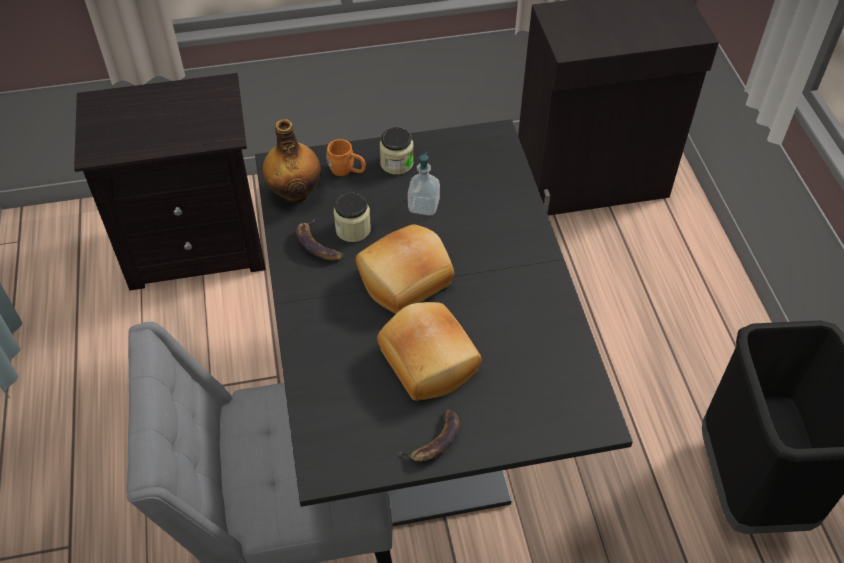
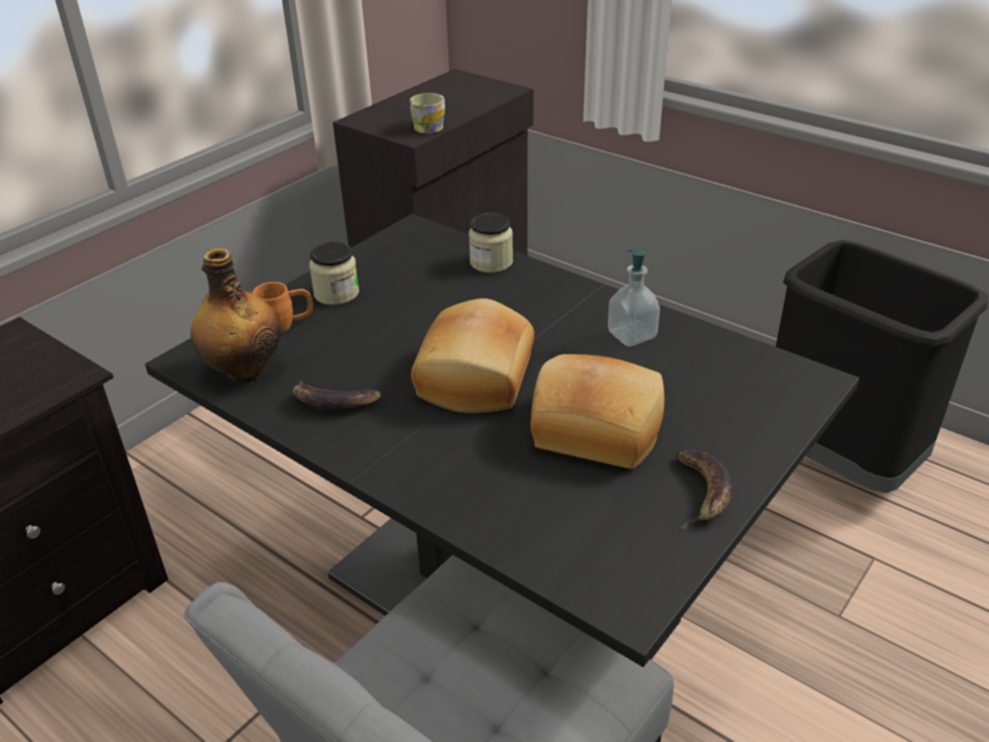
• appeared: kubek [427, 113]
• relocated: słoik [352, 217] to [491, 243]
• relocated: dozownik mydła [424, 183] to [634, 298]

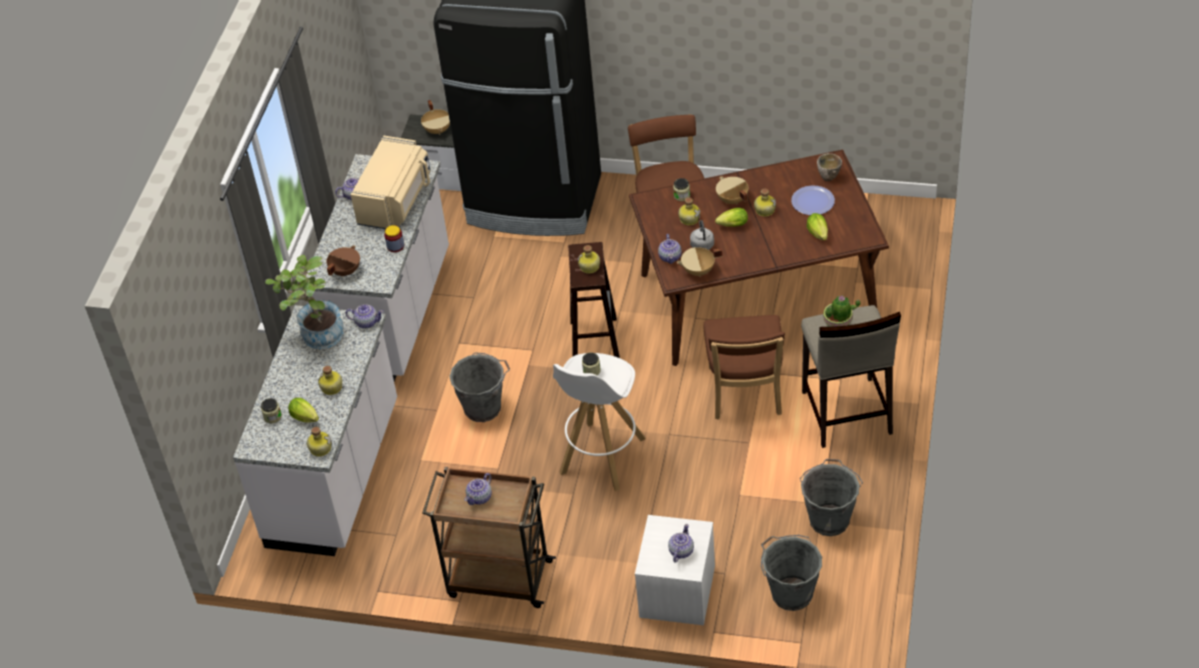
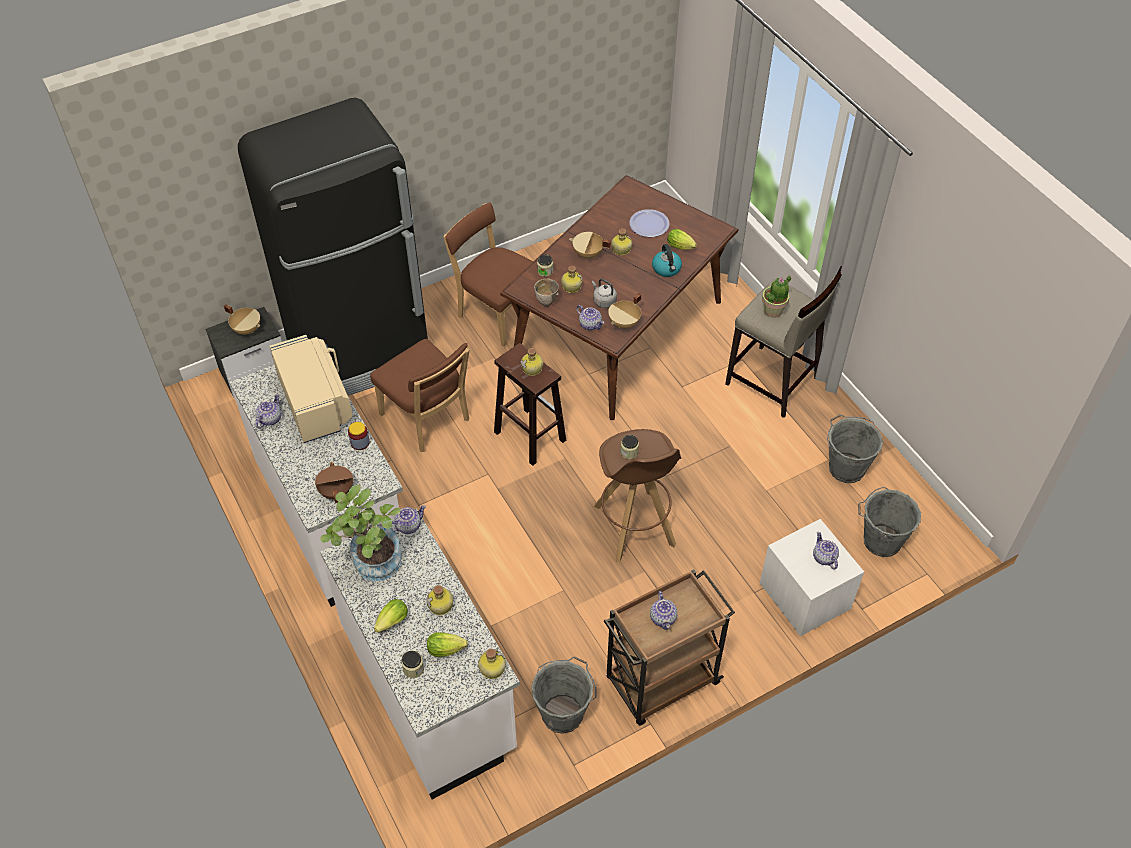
• relocated: krzesło/brązowy [744, 367] to [420, 395]
• relocated: sałata [731, 217] to [391, 616]
• relocated: wiadro/szary [479, 387] to [563, 695]
• relocated: miska [829, 167] to [546, 293]
• colour: stołek/biały [599, 422] to stołek/brązowy [637, 496]
• appeared: czajnik [667, 260]

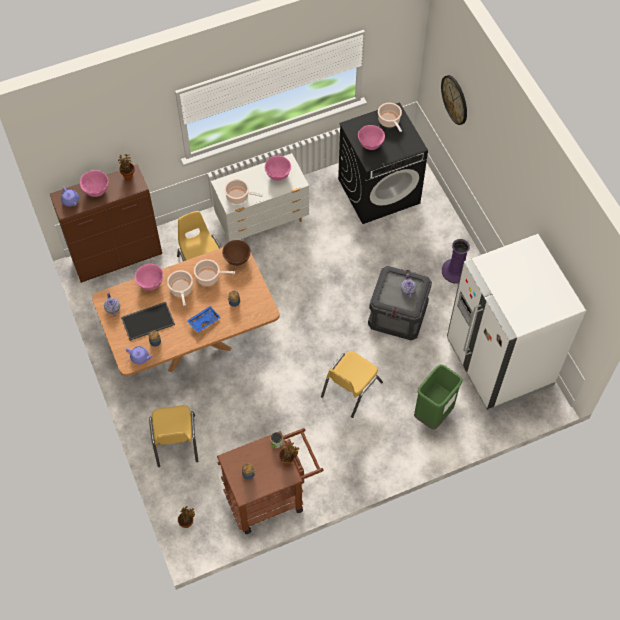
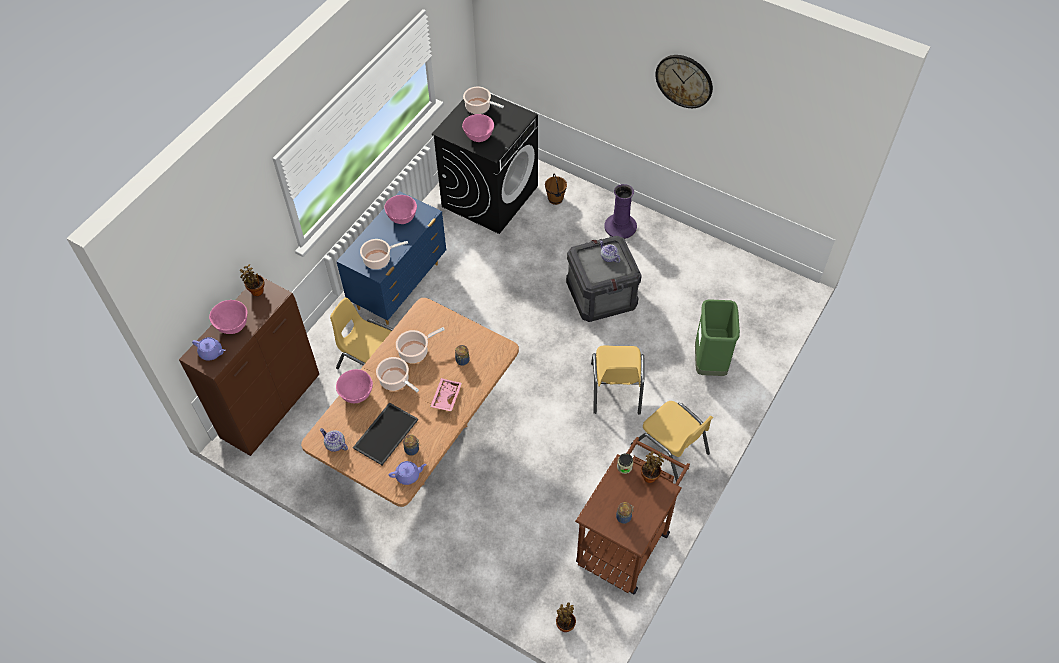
• colour: komoda/biały [260, 197] to komoda/niebieski [391, 258]
• colour: taca/niebieski [204, 319] to taca/różowy [446, 395]
• appeared: wiadro/brązowy [556, 189]
• relocated: krzesło/żółty [173, 436] to [672, 441]
• relocated: zegar ścienny [454, 100] to [684, 81]
• missing: miska/brązowy [236, 253]
• missing: lodówka/biały [516, 322]

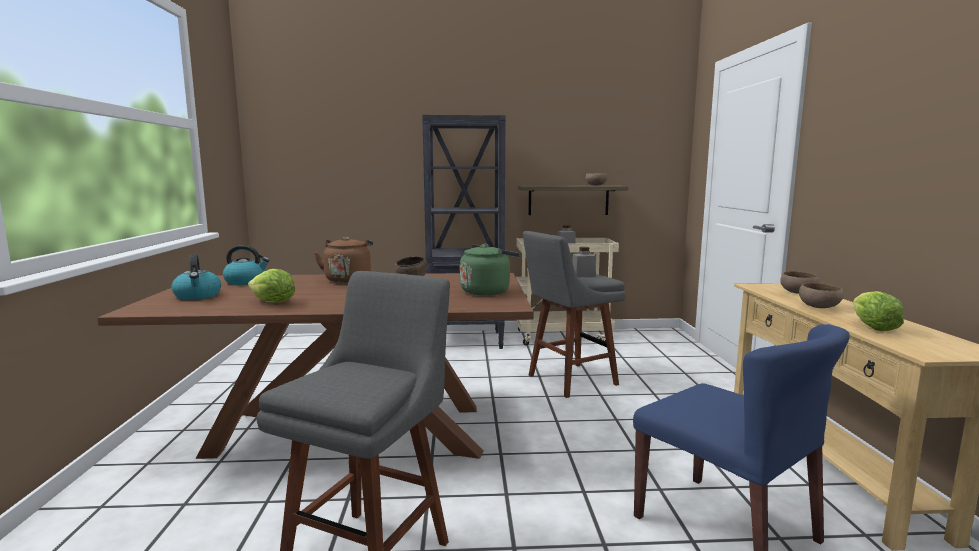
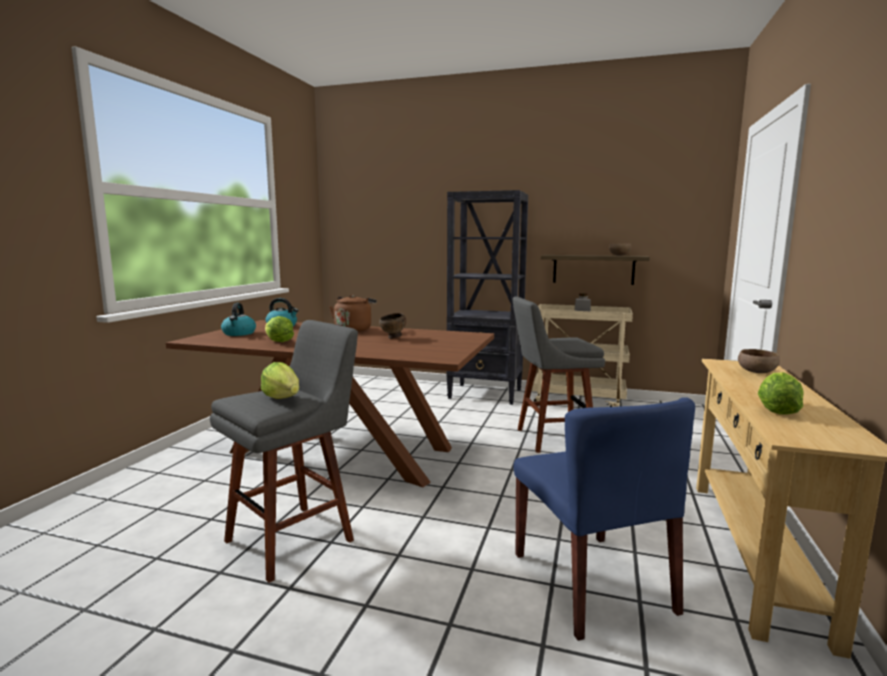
• appeared: sałata [280, 380]
• missing: czajnik/zielony [490, 269]
• missing: słoik/szary [584, 262]
• missing: miska/brązowy [821, 295]

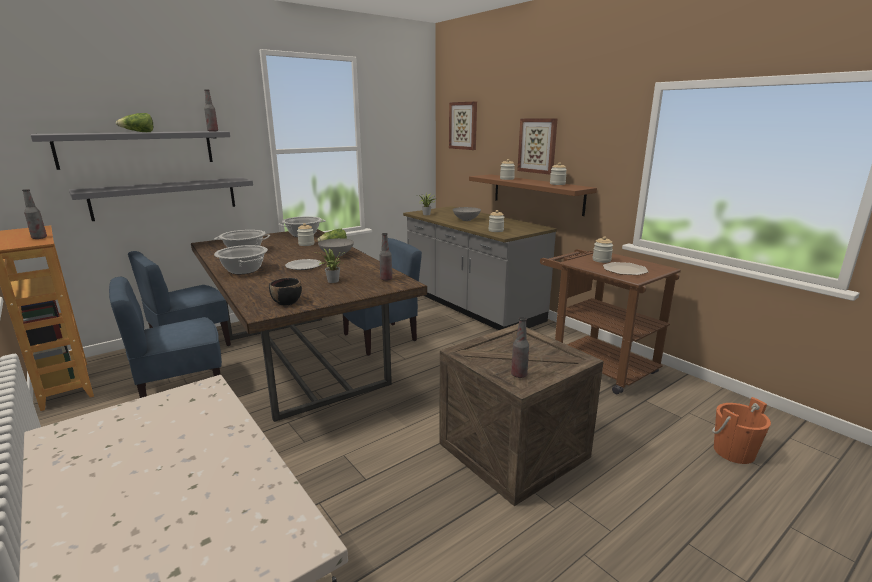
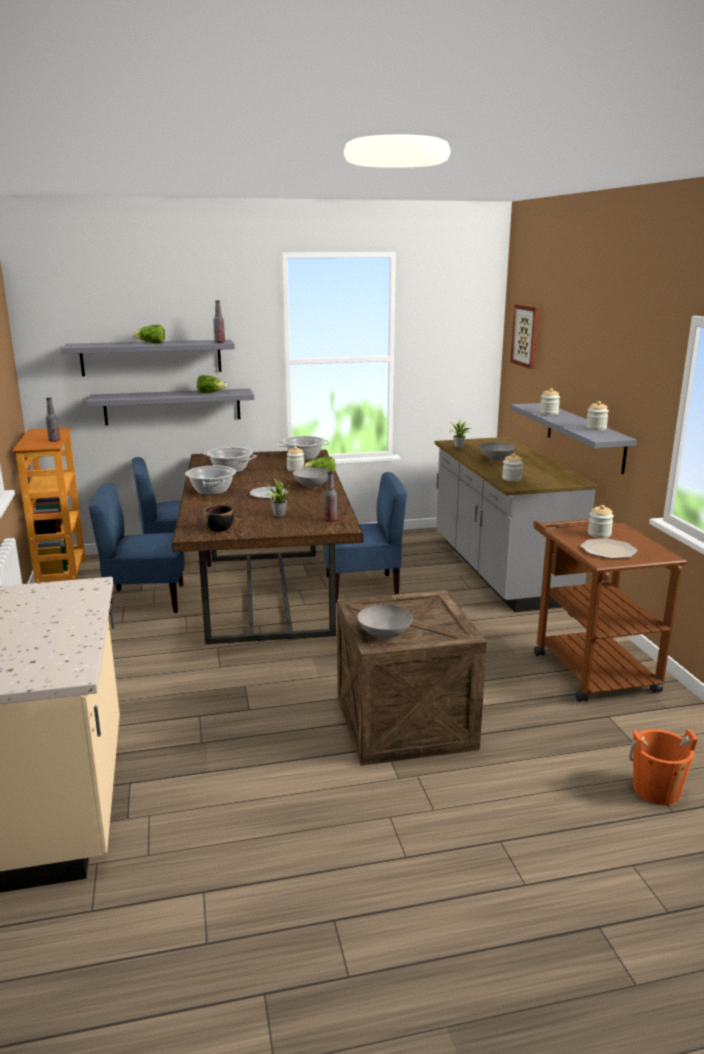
• appeared: sałata [212, 384]
• exchanged: butelka [520, 347] to miska/szary [385, 622]
• colour: półka/brązowy [533, 195] to półka/szary [574, 438]
• missing: obraz [537, 146]

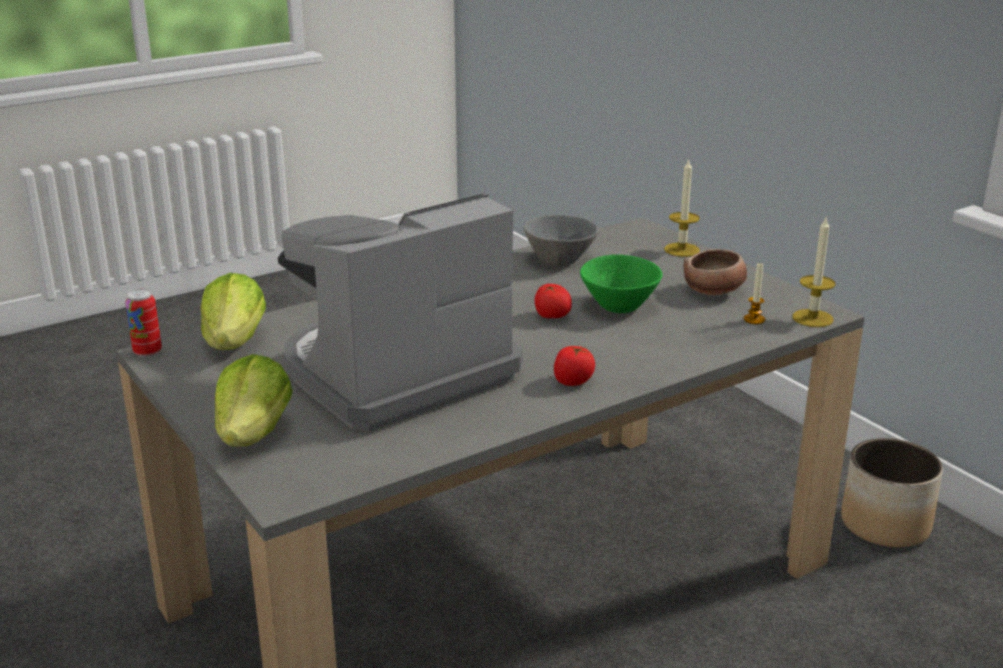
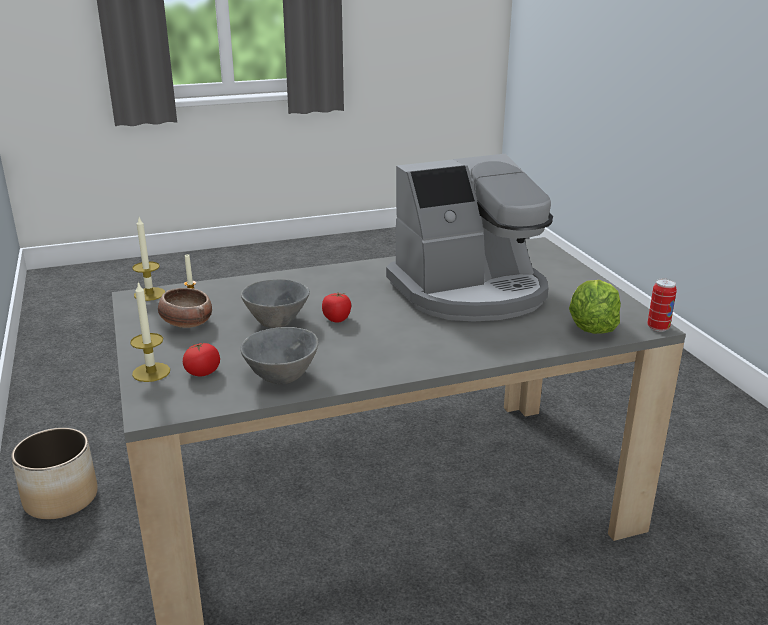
• relocated: pomidor [574, 366] to [201, 359]
• colour: miska/zielony [621, 284] to miska/szary [275, 303]
• missing: sałata [254, 400]

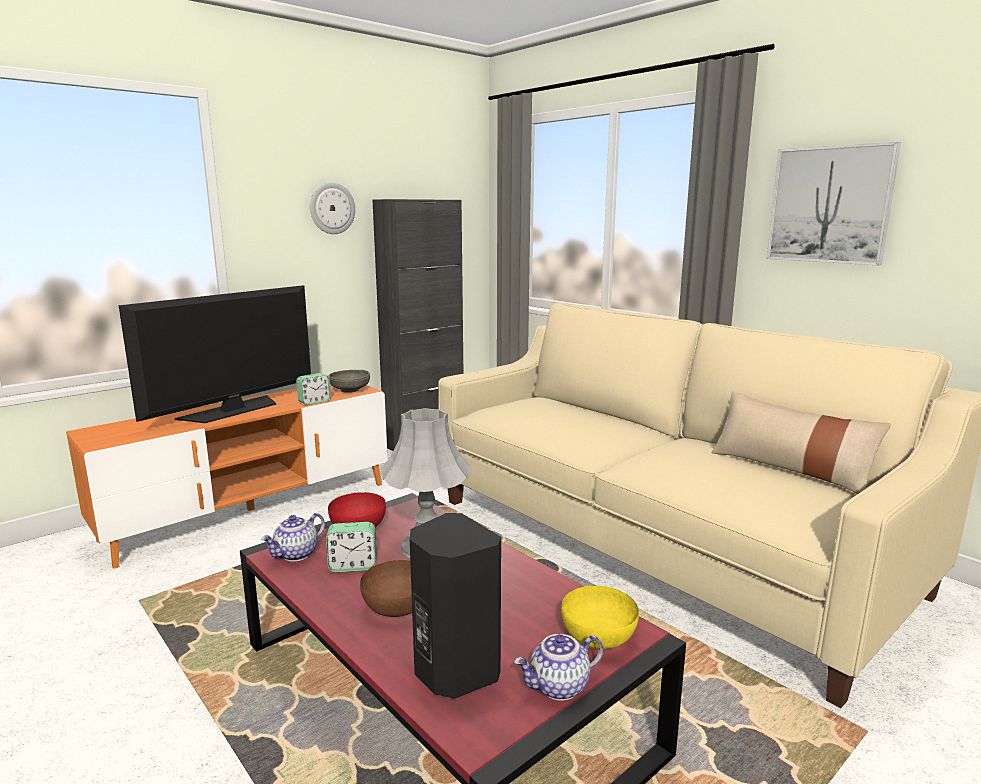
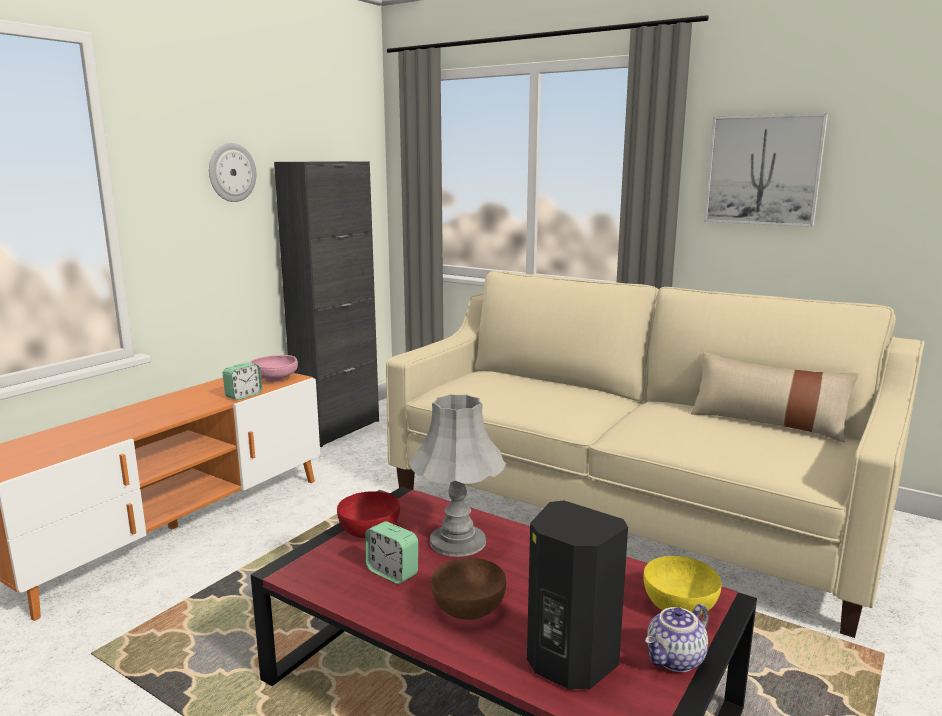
• colour: miska/szary [349, 381] to miska/różowy [274, 368]
• spun: budzik [351, 547] = [391, 552] 60 degrees clockwise
• missing: telewizor [215, 354]
• missing: imbryk [293, 537]

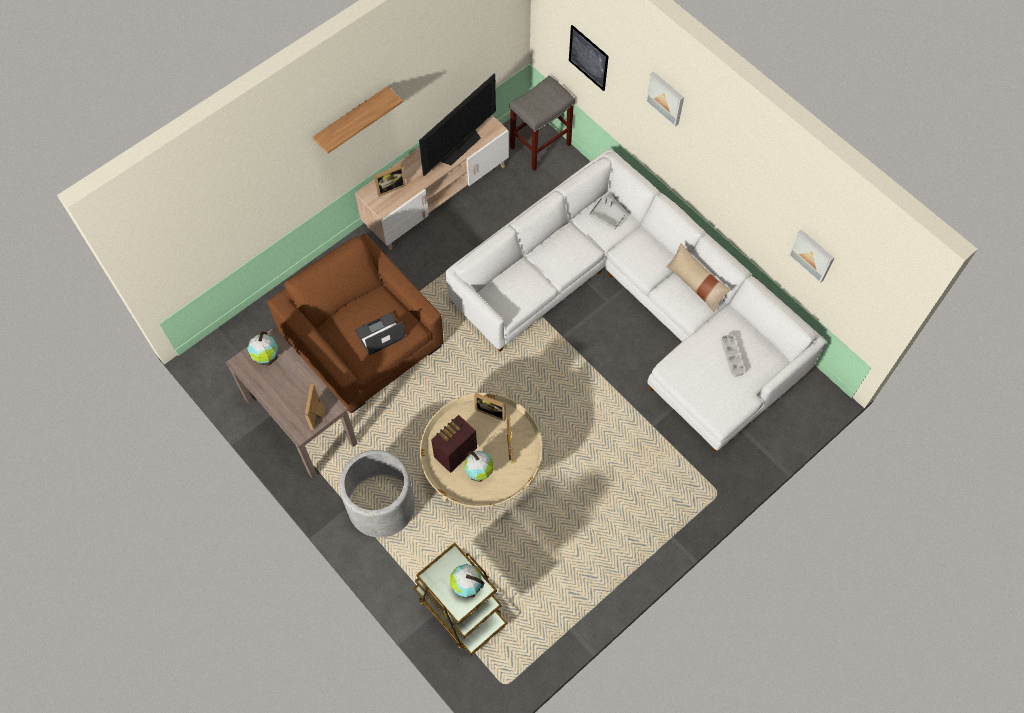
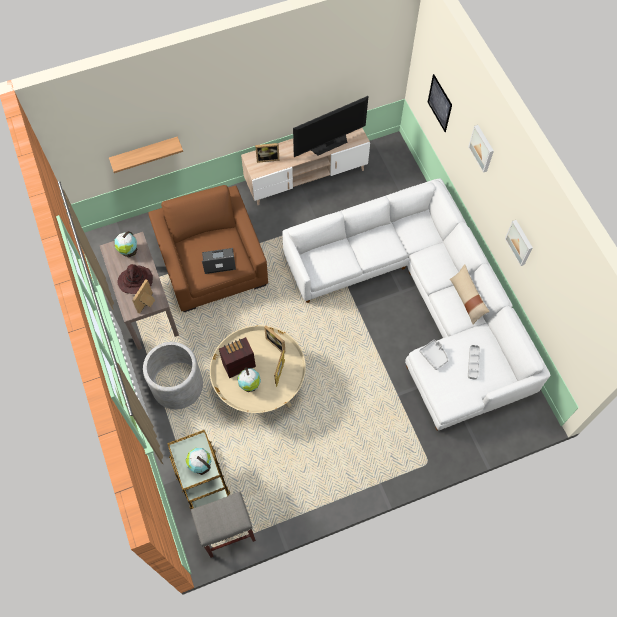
• relocated: półka [358, 120] to [146, 154]
• appeared: kapelusz/brązowy [135, 279]
• relocated: stołek/szary [542, 123] to [223, 525]
• relocated: taca/szary [607, 213] to [433, 354]
• relocated: obraz [811, 256] to [519, 243]

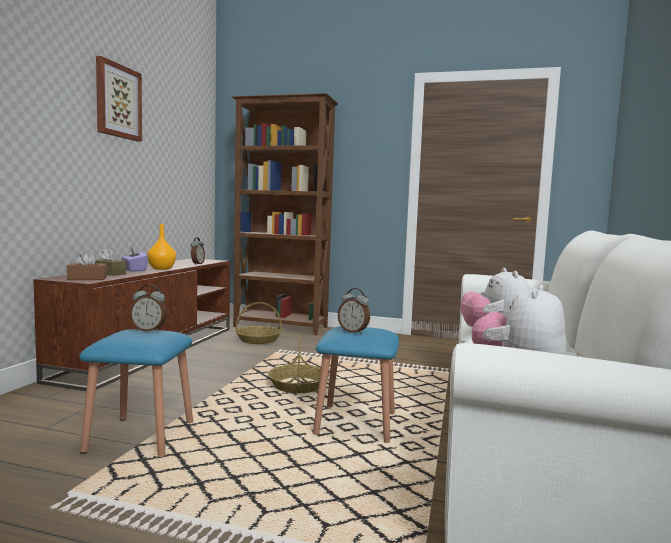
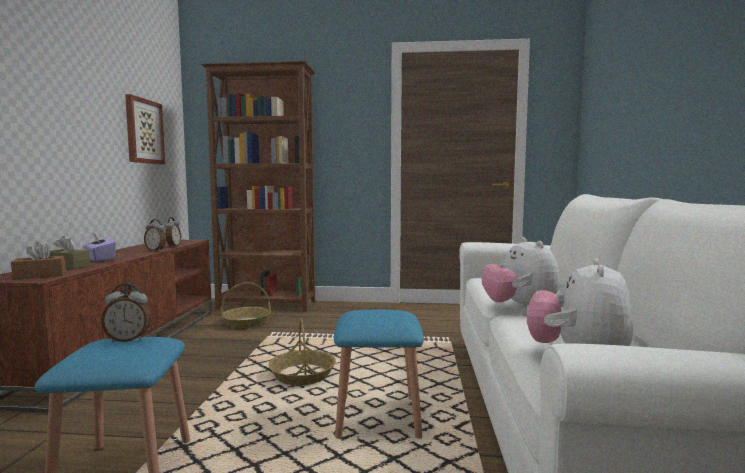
• relocated: obraz [119, 99] to [145, 129]
• relocated: budzik [354, 311] to [155, 235]
• missing: wazon/pomarańczowy [161, 247]

